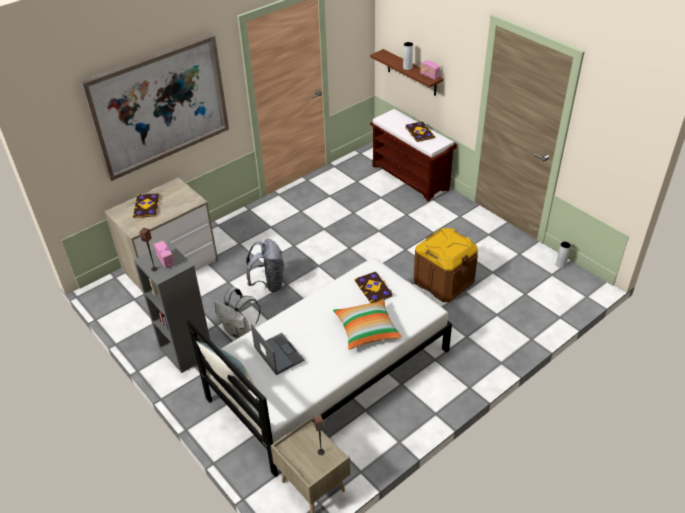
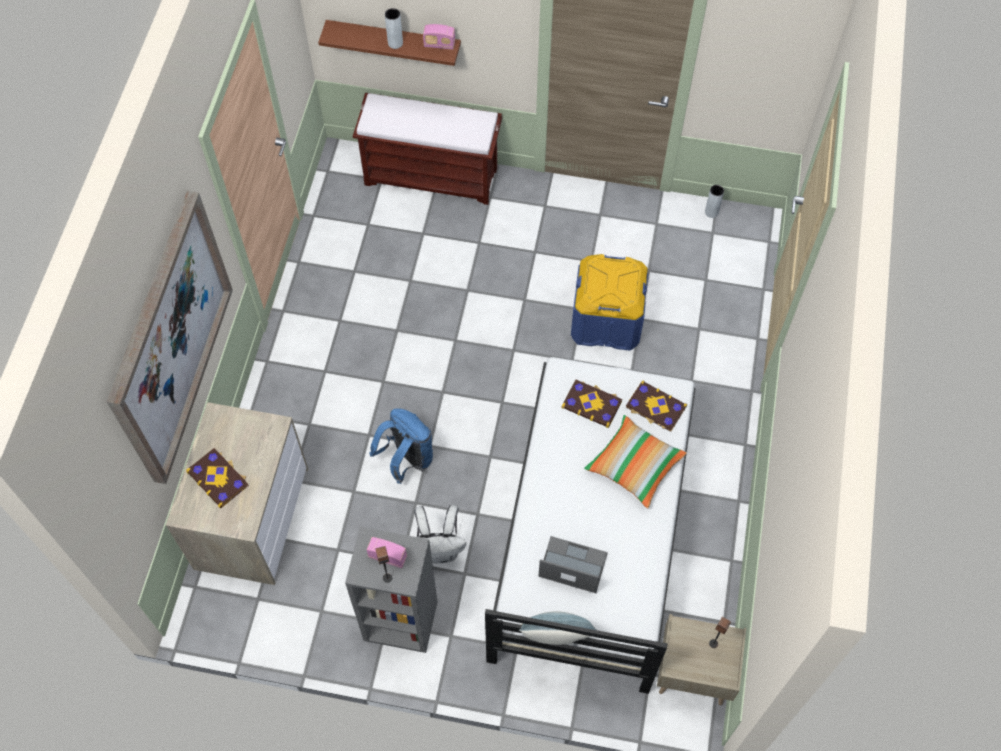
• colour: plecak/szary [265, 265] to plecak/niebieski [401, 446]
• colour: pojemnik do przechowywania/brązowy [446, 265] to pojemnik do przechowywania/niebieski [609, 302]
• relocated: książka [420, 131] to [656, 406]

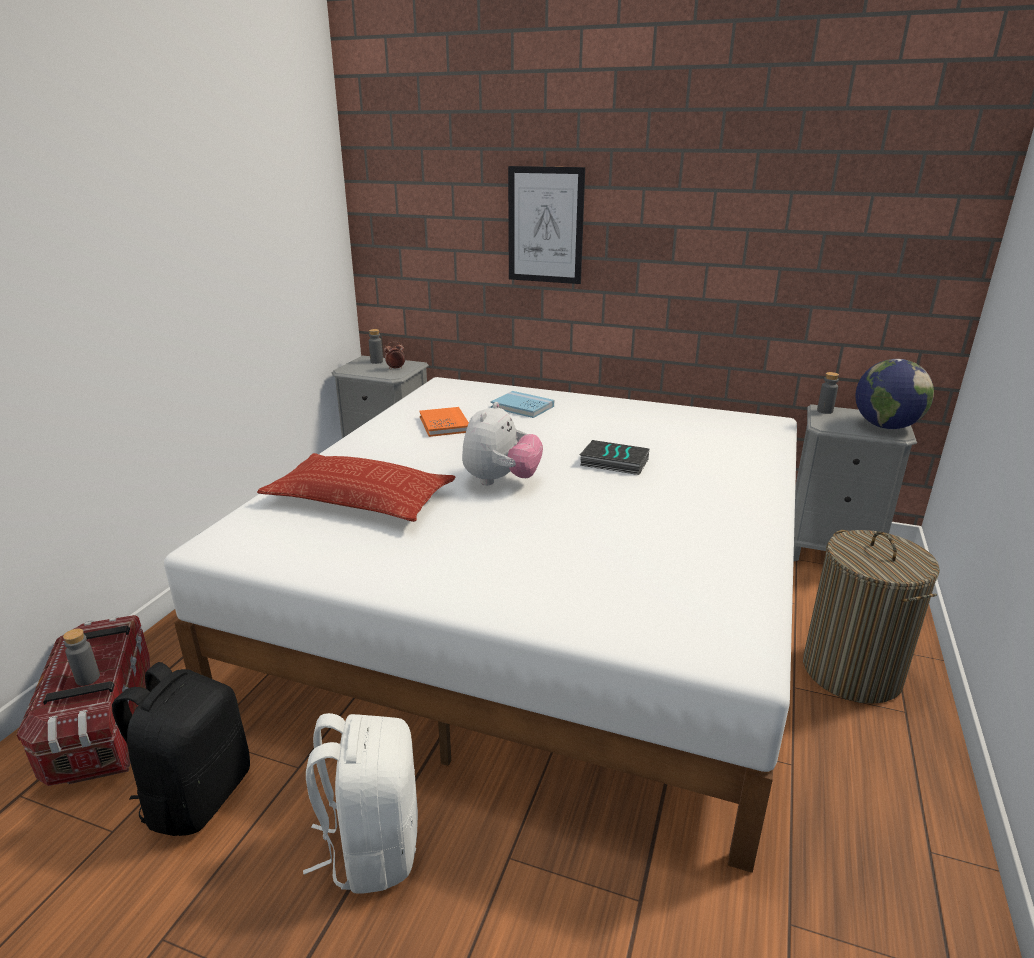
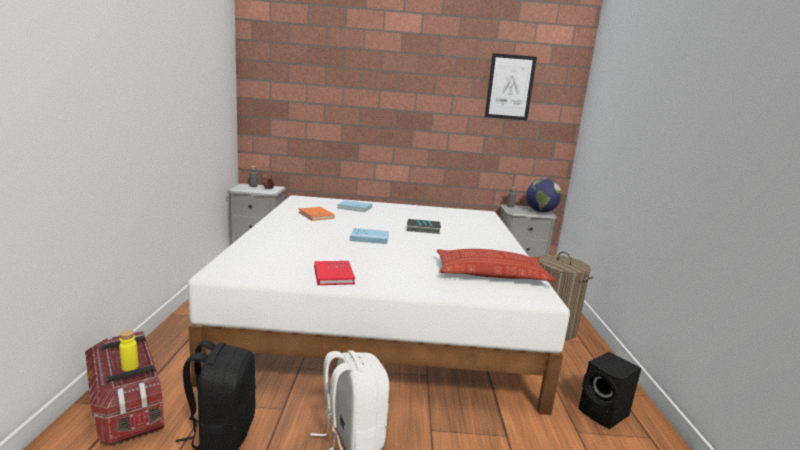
• colour: butelka/szary [81, 657] to butelka/żółty [129, 351]
• appeared: książka/czerwony [334, 273]
• exchanged: pluszak [502, 443] to książka/niebieski [369, 236]
• relocated: poduszka [356, 487] to [497, 265]
• relocated: obraz [546, 225] to [511, 86]
• appeared: głośnik/czarny [609, 390]

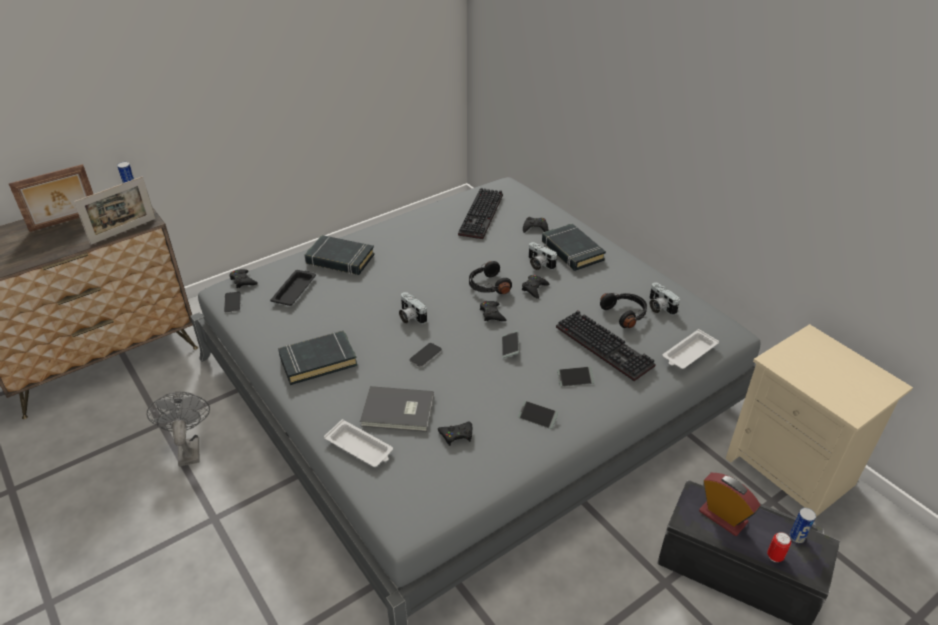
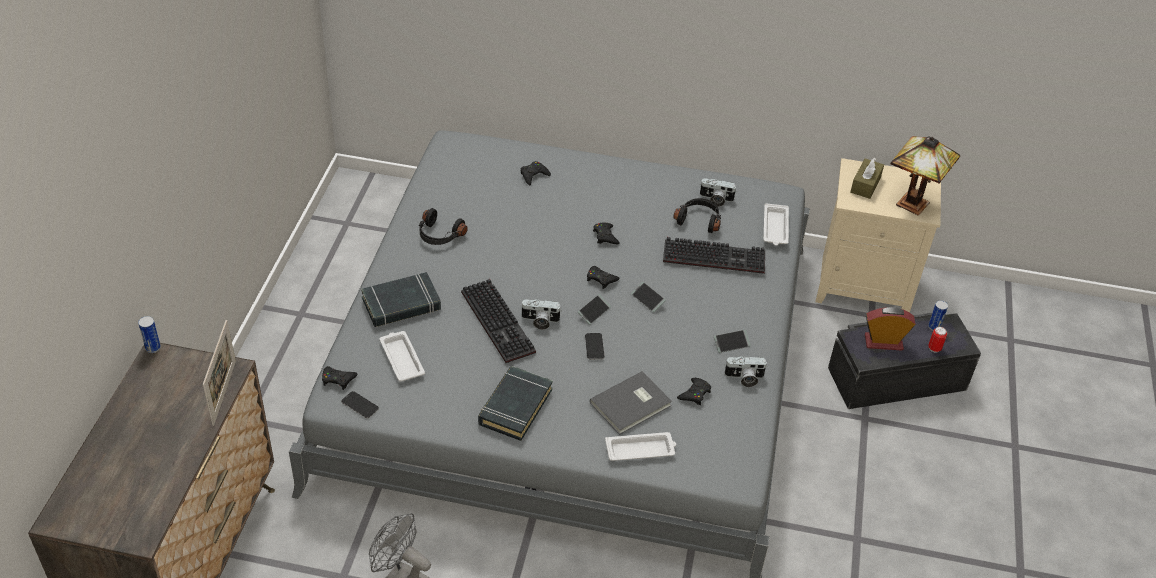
• colour: taca/czarny [293, 288] to taca/biały [402, 356]
• relocated: słuchawki/czarny [490, 277] to [443, 226]
• relocated: klawiatura [480, 213] to [498, 321]
• relocated: telefon [575, 376] to [594, 309]
• relocated: aparat fotograficzny [543, 256] to [745, 371]
• appeared: pudełko chusteczek/brązowy [867, 178]
• appeared: lampa stołowa [925, 175]
• missing: ramka na zdjęcie [51, 198]
• missing: książka/czarny [574, 247]

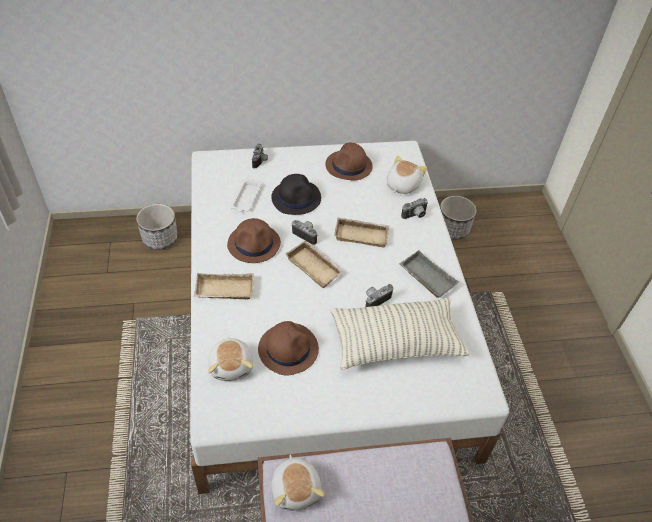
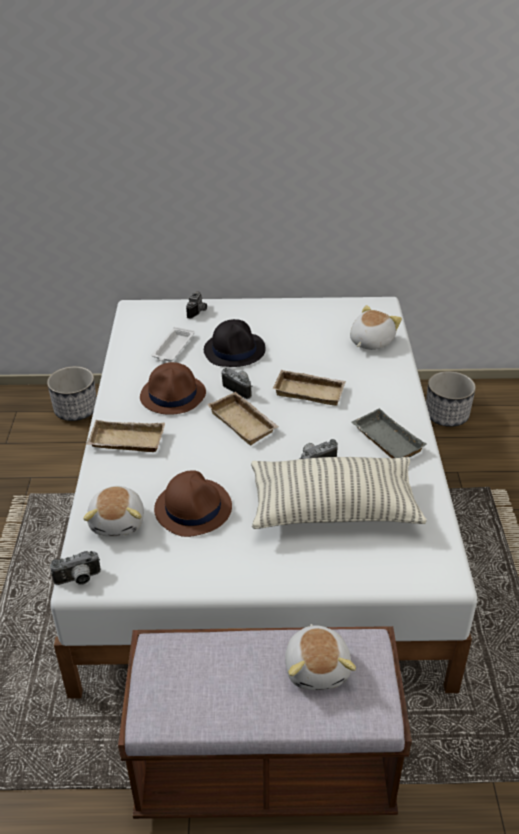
• relocated: aparat fotograficzny [414, 208] to [75, 568]
• relocated: pluszak [298, 483] to [320, 657]
• missing: kapelusz/brązowy [349, 161]

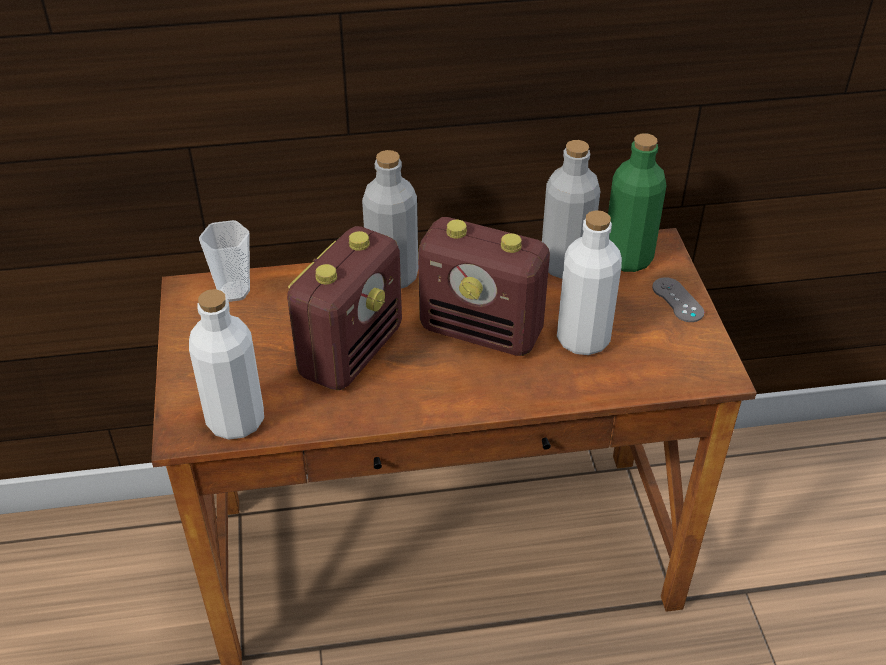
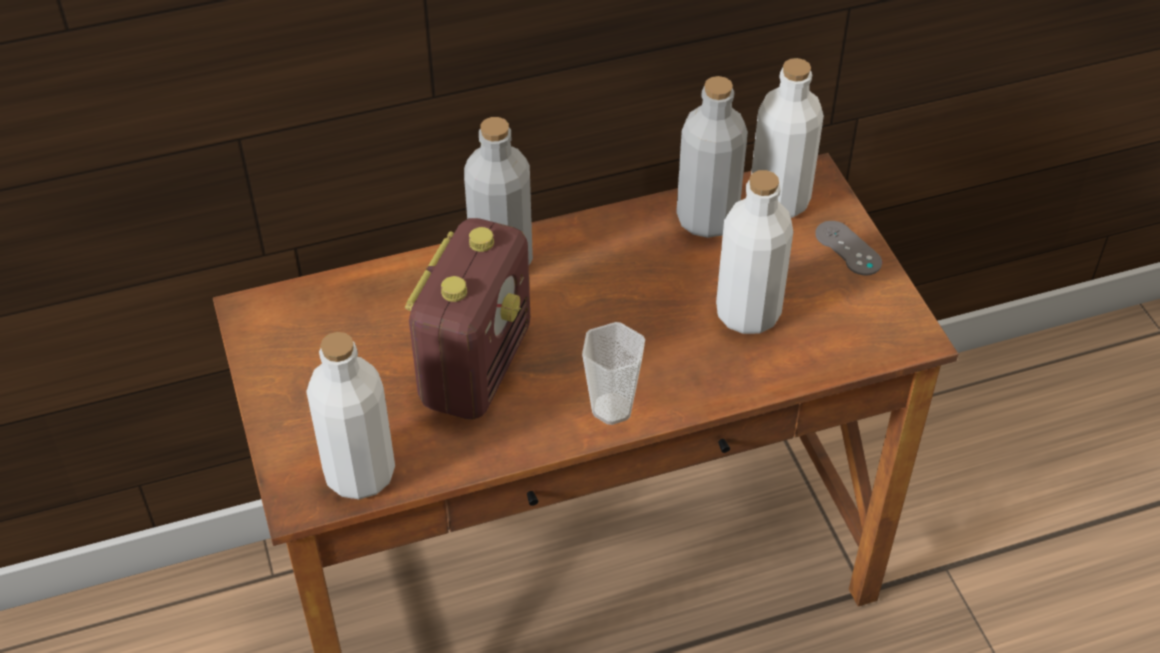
• relocated: filiżanka [224, 261] to [613, 373]
• colour: butelka/zielony [637, 202] to butelka/biały [787, 138]
• missing: radio [484, 286]

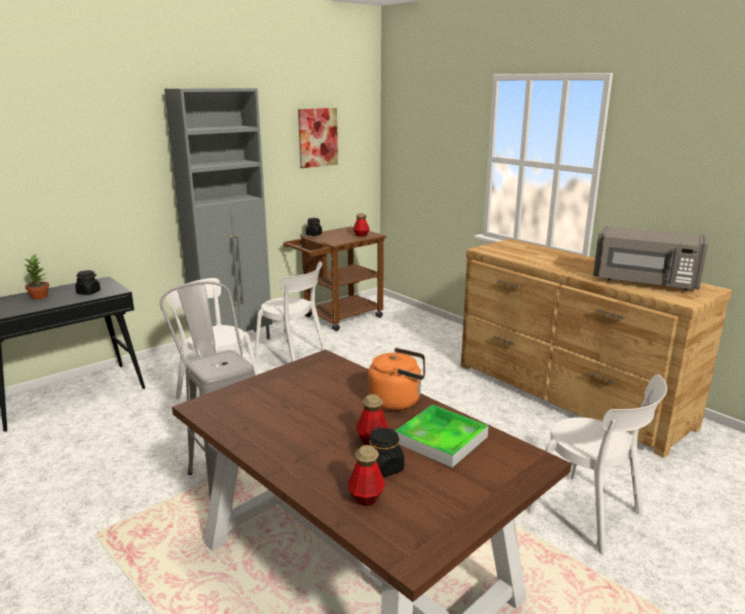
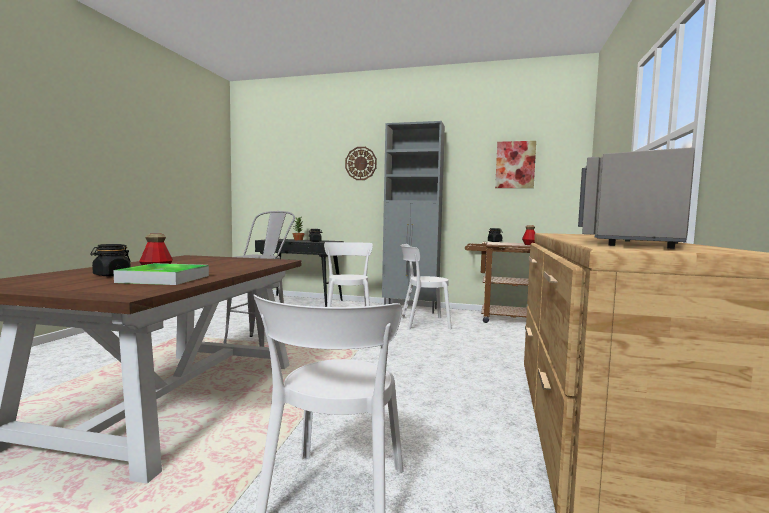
• appeared: zegar ścienny [361, 163]
• spun: krzesło/biały [290, 311] = [426, 287] 90 degrees clockwise
• spun: mikrofalówka/szary [650, 258] = [636, 198] 45 degrees clockwise
• missing: butelka [366, 475]
• missing: czajnik/pomarańczowy [396, 379]

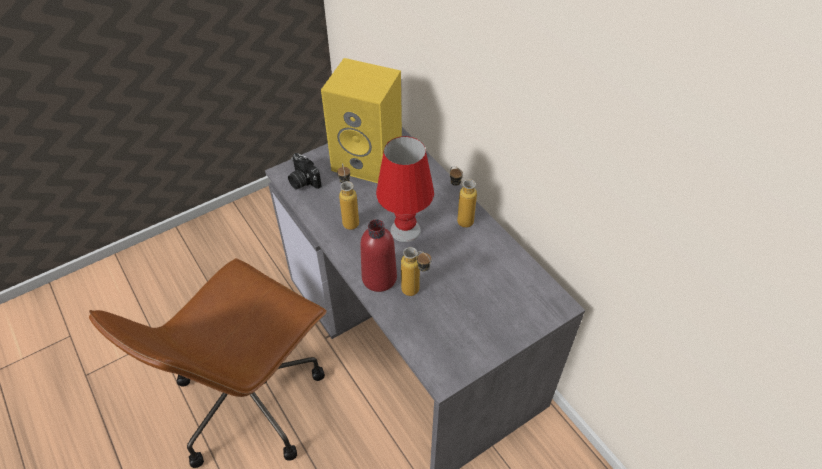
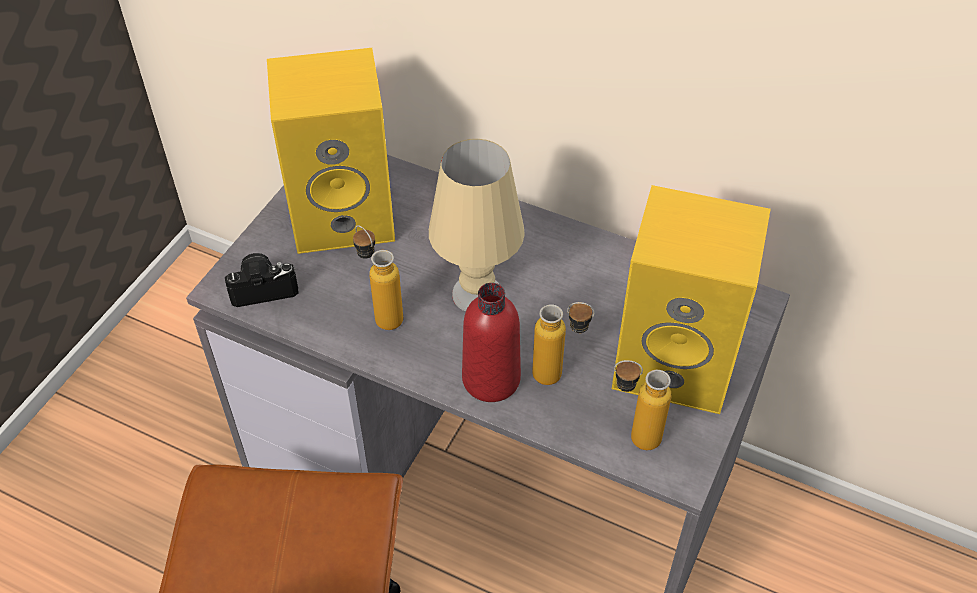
• spun: aparat fotograficzny [305, 171] = [262, 280] 150 degrees clockwise
• colour: lampa stołowa/czerwony [405, 189] to lampa stołowa/beżowy [477, 225]
• appeared: głośnik/żółty [691, 299]
• relocated: butelka [463, 197] to [642, 405]

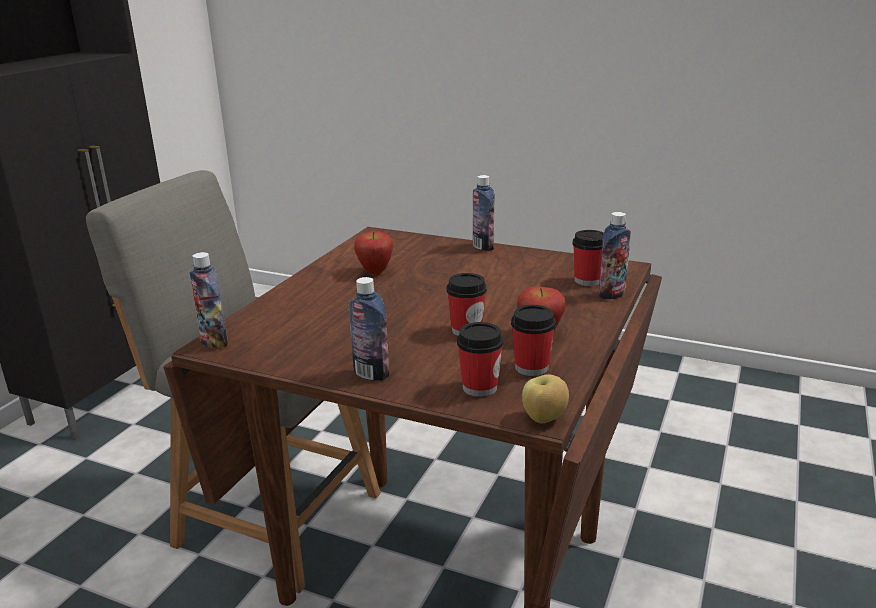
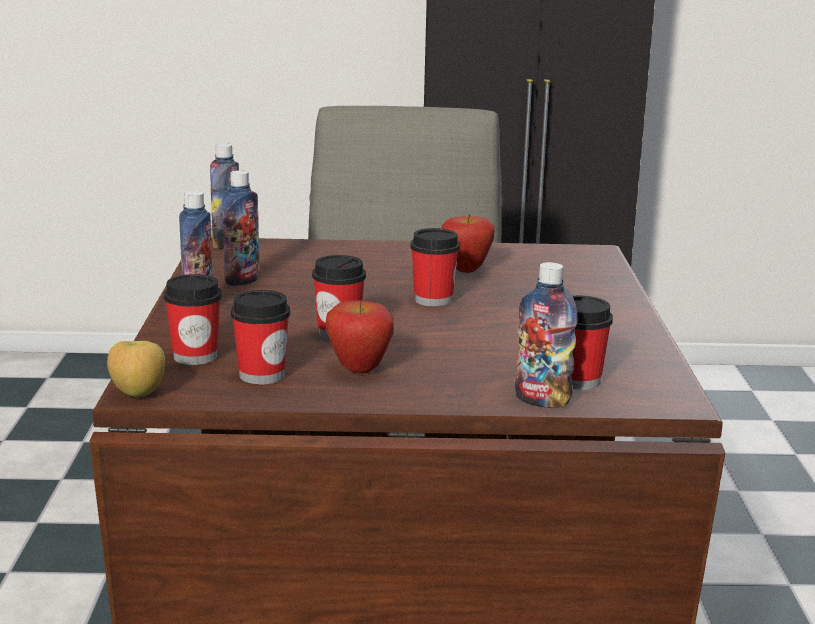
• relocated: butelka [484, 213] to [241, 228]
• appeared: filiżanka [435, 267]

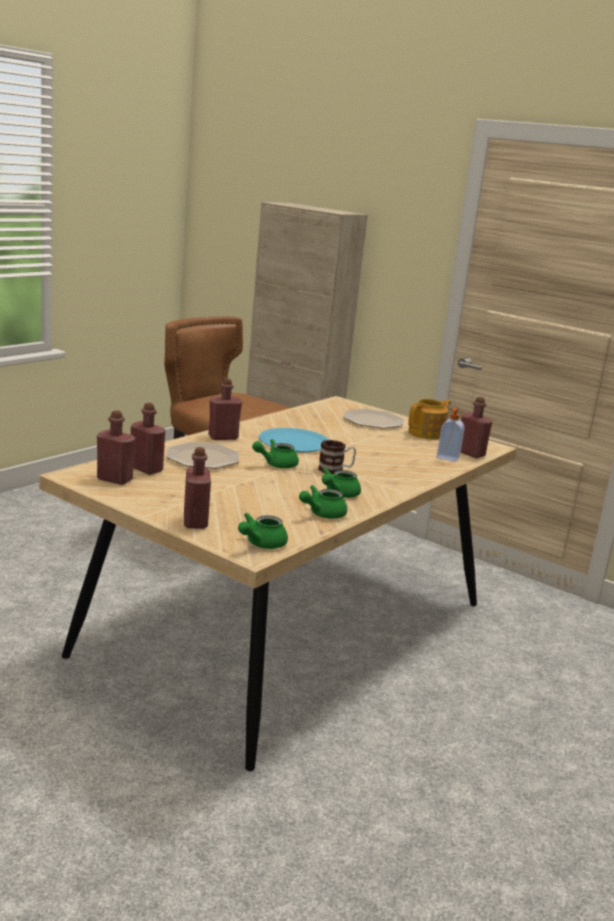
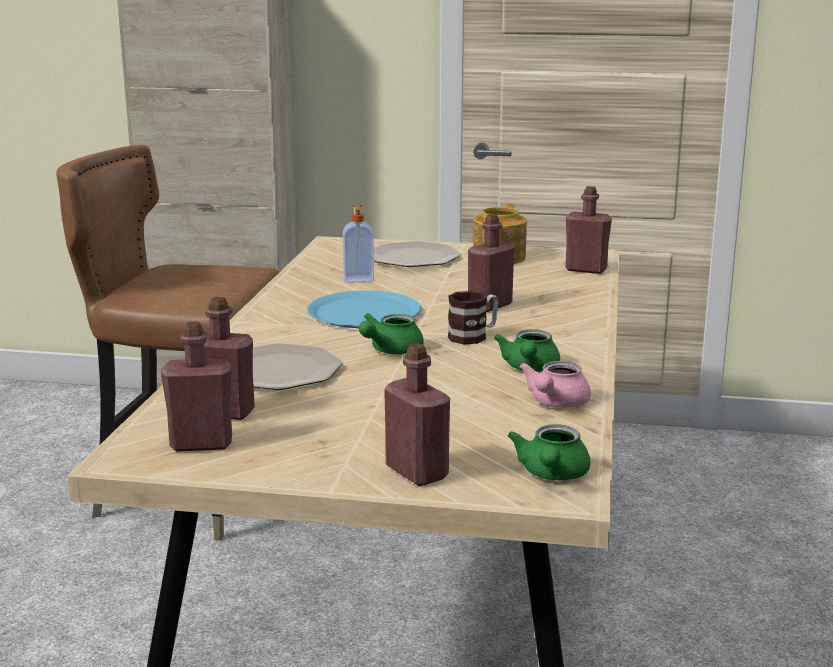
• relocated: dozownik mydła [451, 435] to [358, 244]
• relocated: butelka/czerwony [225, 409] to [491, 263]
• colour: imbryk/zielony [323, 502] to imbryk/różowy [555, 384]

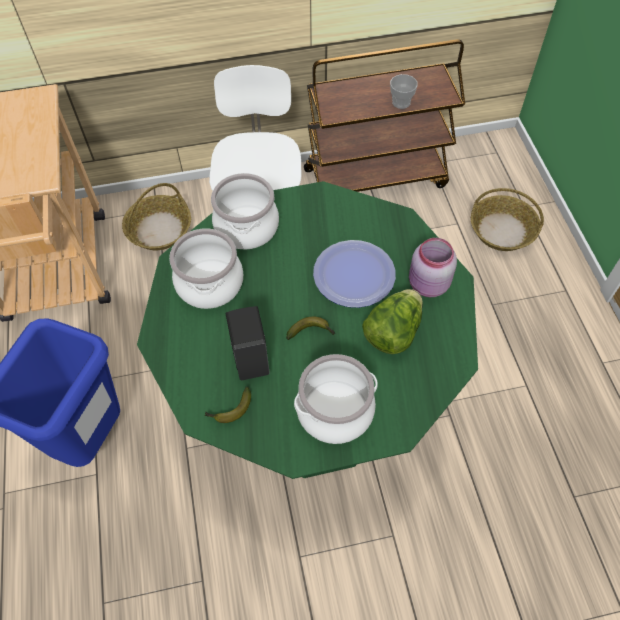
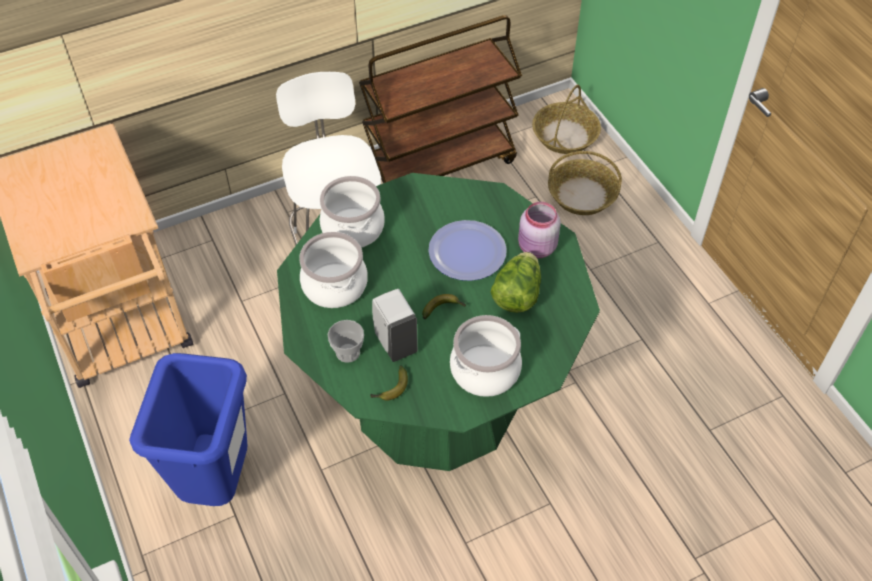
• relocated: filiżanka [404, 91] to [346, 341]
• colour: dozownik mydła/czarny [247, 343] to dozownik mydła/biały [395, 325]
• relocated: koszyk [156, 216] to [566, 119]

